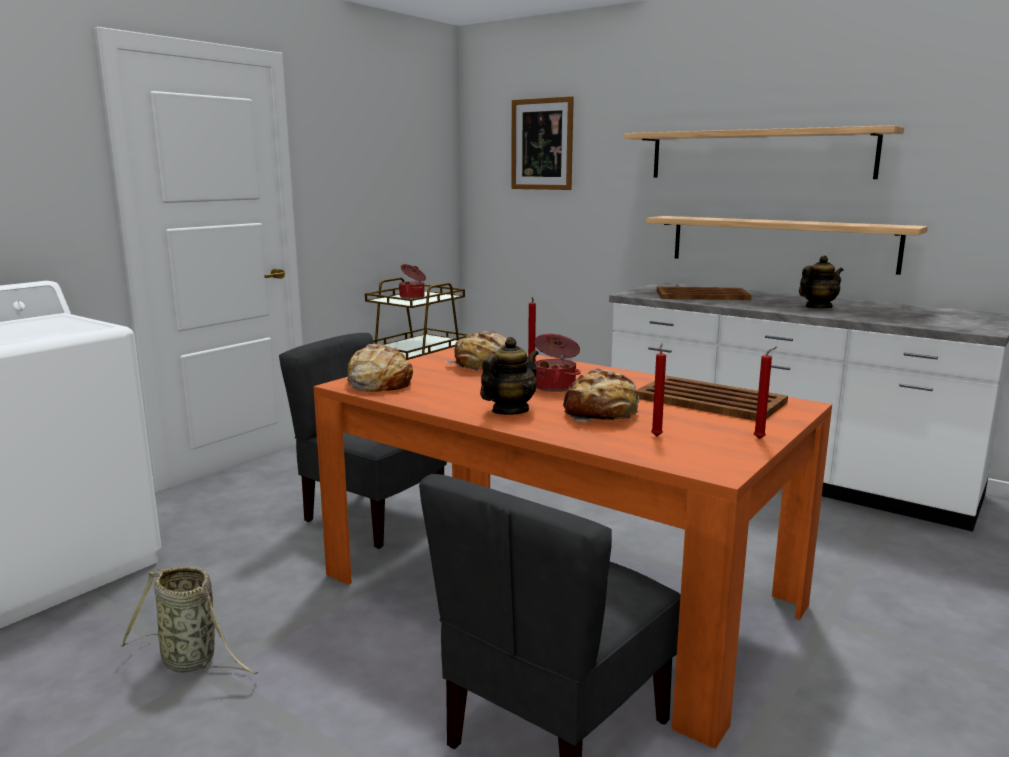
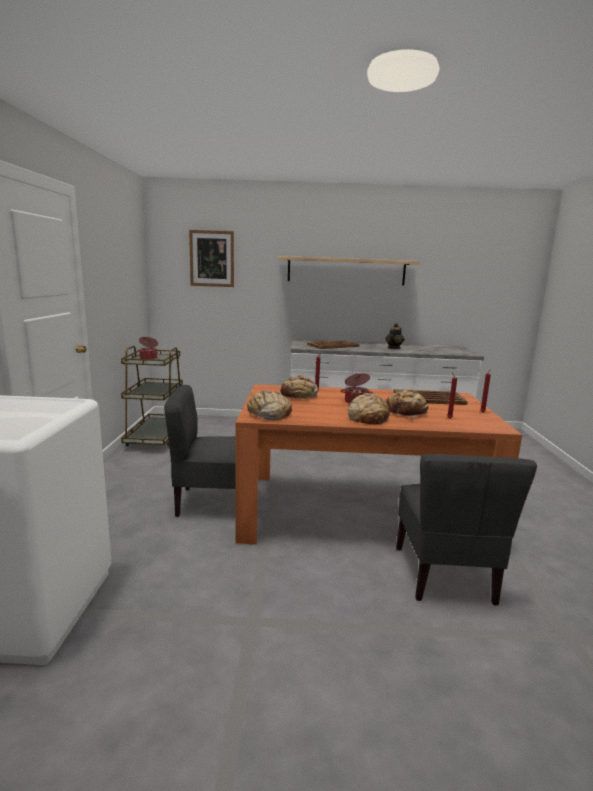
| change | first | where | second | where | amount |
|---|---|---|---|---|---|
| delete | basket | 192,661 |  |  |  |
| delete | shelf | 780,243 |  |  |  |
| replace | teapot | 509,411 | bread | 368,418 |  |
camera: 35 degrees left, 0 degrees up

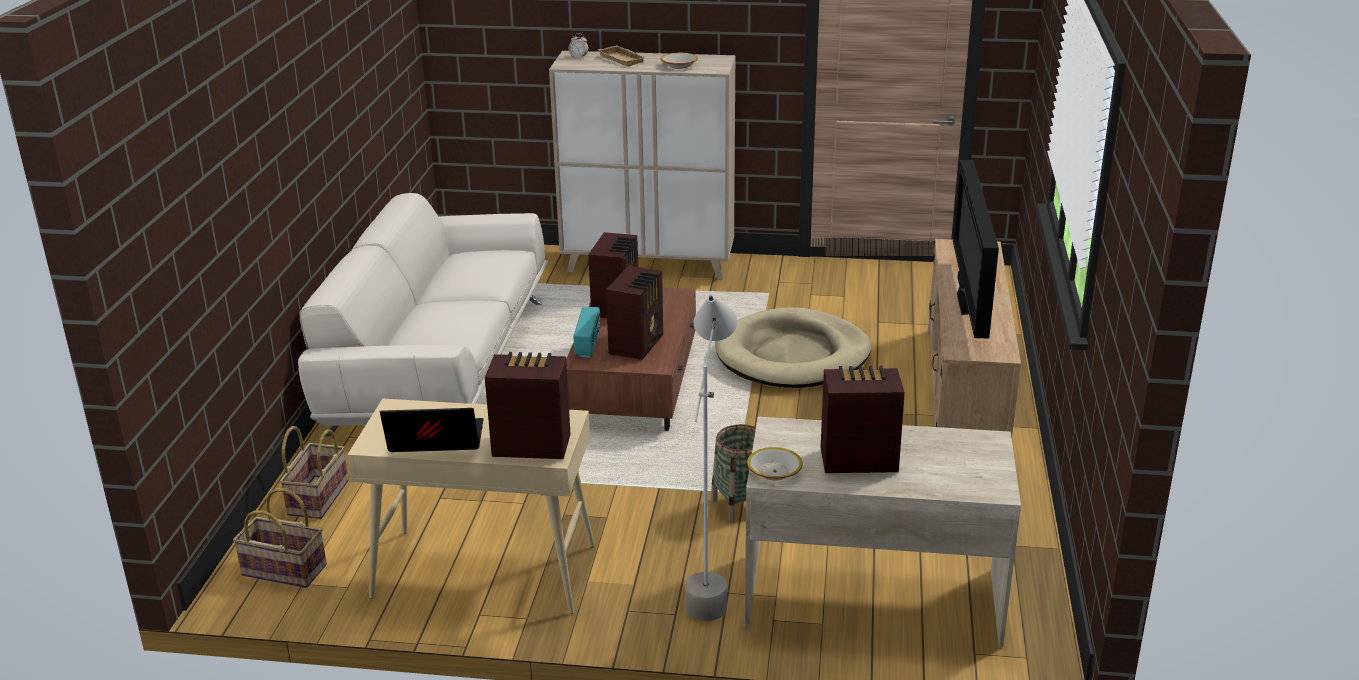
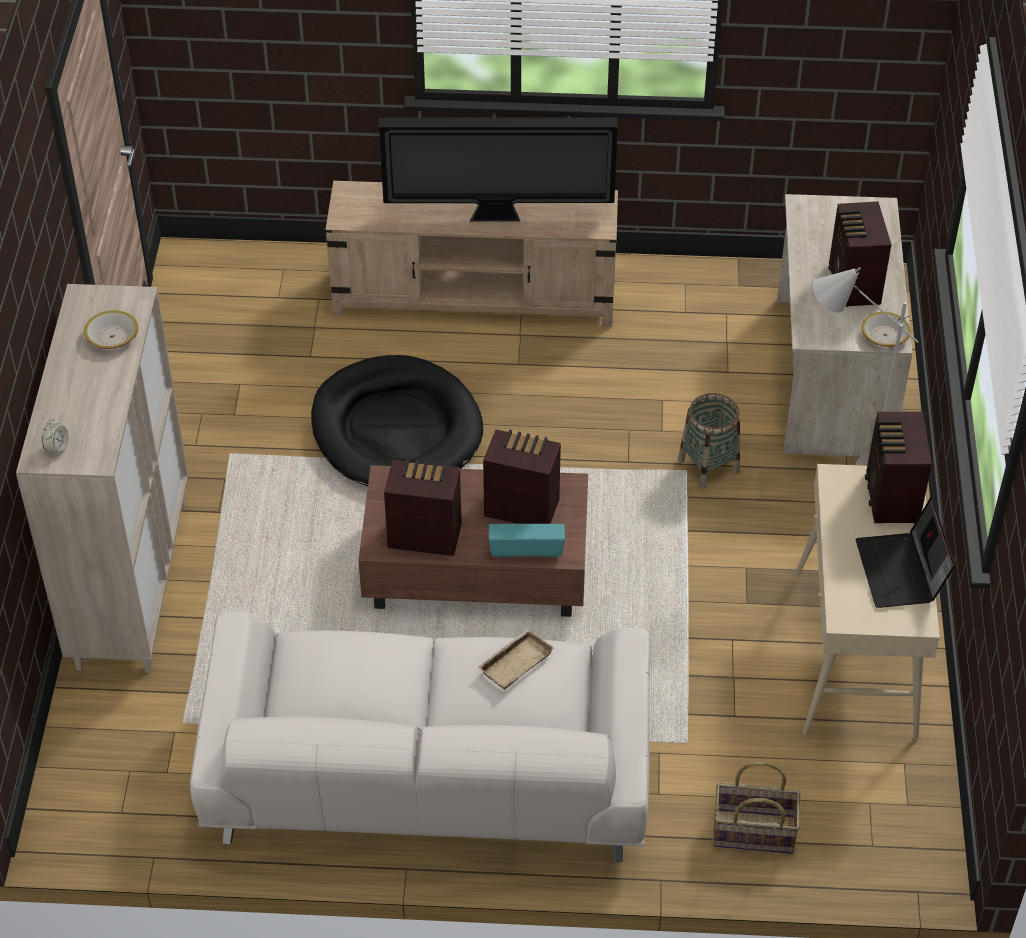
| change | first | where | second | where | amount |
|---|---|---|---|---|---|
| delete | basket | 283,571 |  |  |  |
| move | tray (beige) | 623,59 |  | 515,661 |  |
| recolor | dog bed (beige) | 793,355 | dog bed (black) | 396,429 |  |
camera: 95 degrees left, 20 degrees up

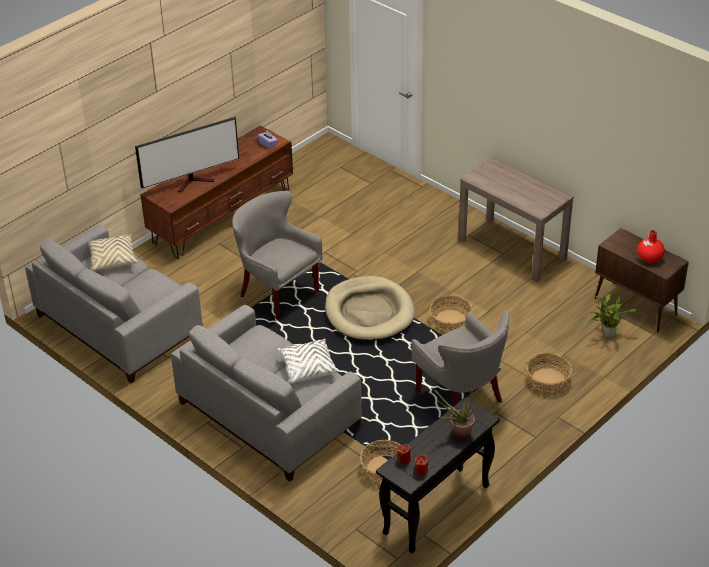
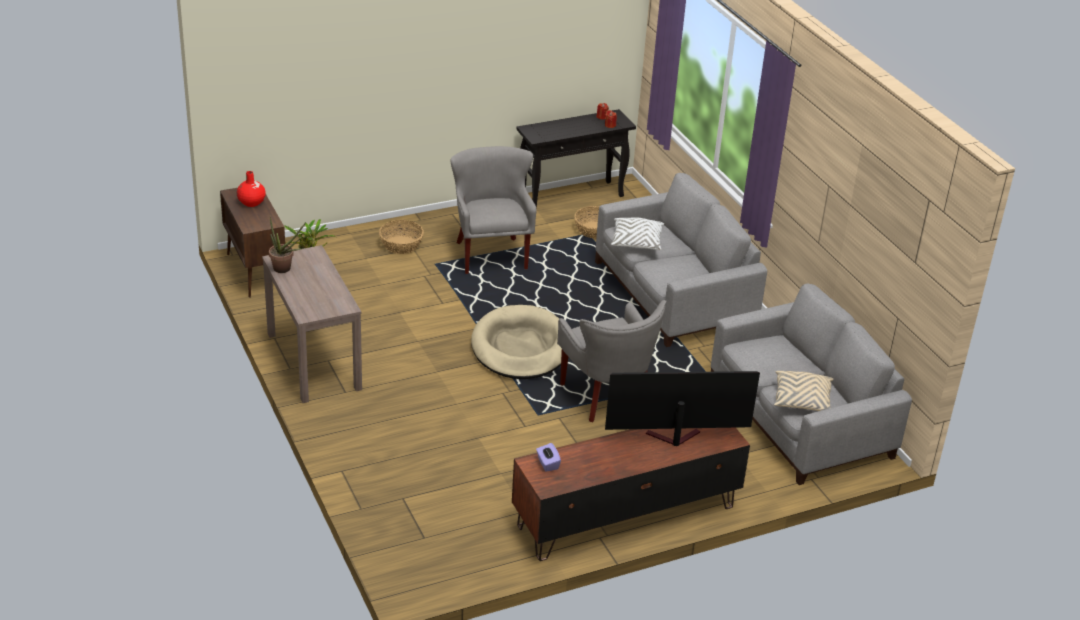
| change | first | where | second | where | amount |
|---|---|---|---|---|---|
| delete | basket | 450,320 |  |  |  |
| move | potted plant | 457,433 |  | 285,269 |  |
camera: 160 degrees left, 5 degrees down

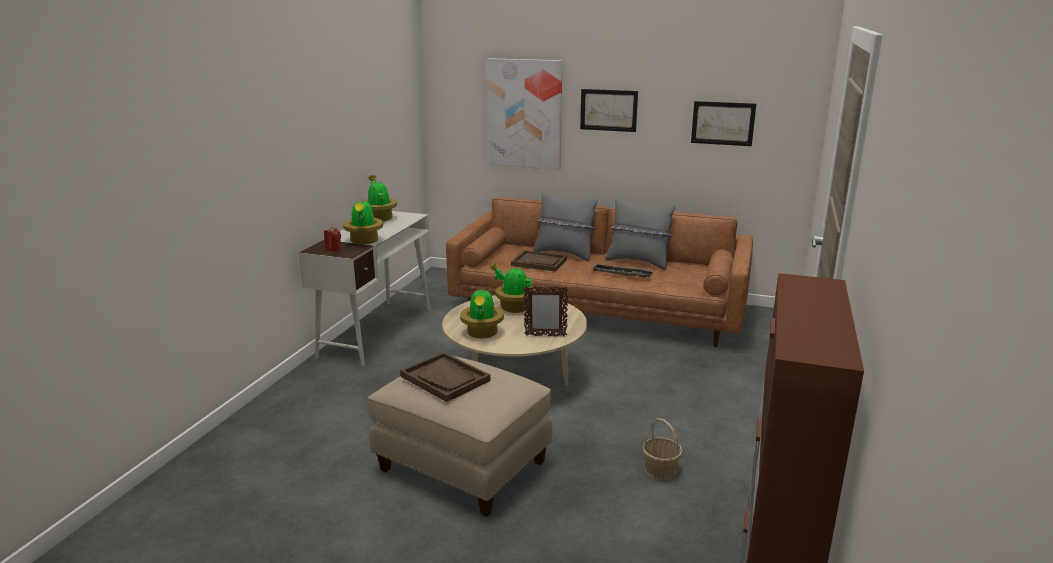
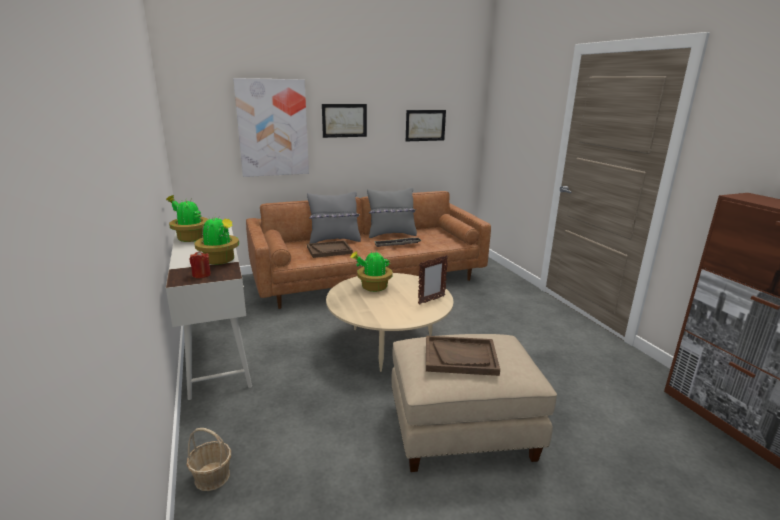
| change | first | where | second | where | amount |
|---|---|---|---|---|---|
| delete | potted plant | 482,334 |  |  |  |
| move | basket | 660,470 |  | 212,477 |  |
camera: 40 degrees left, 0 degrees up

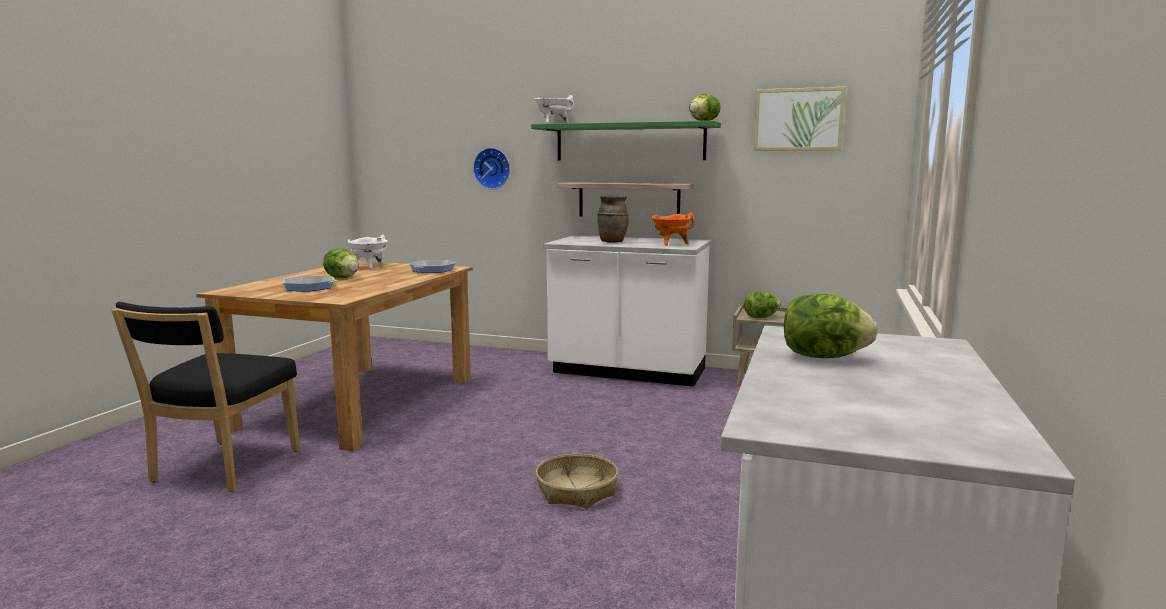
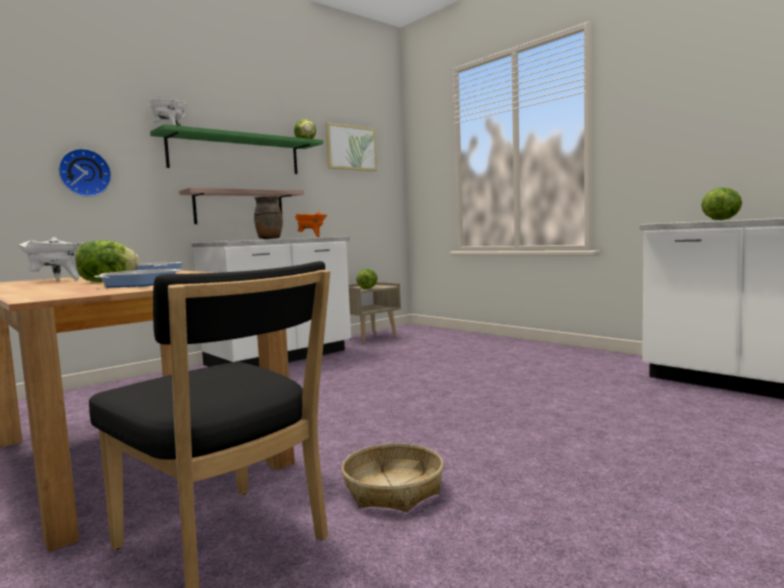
| change | first | where | second | where | amount |
|---|---|---|---|---|---|
| move | basket | 577,491 |  | 393,489 |  |
camera: 60 degrees left, 5 degrees down

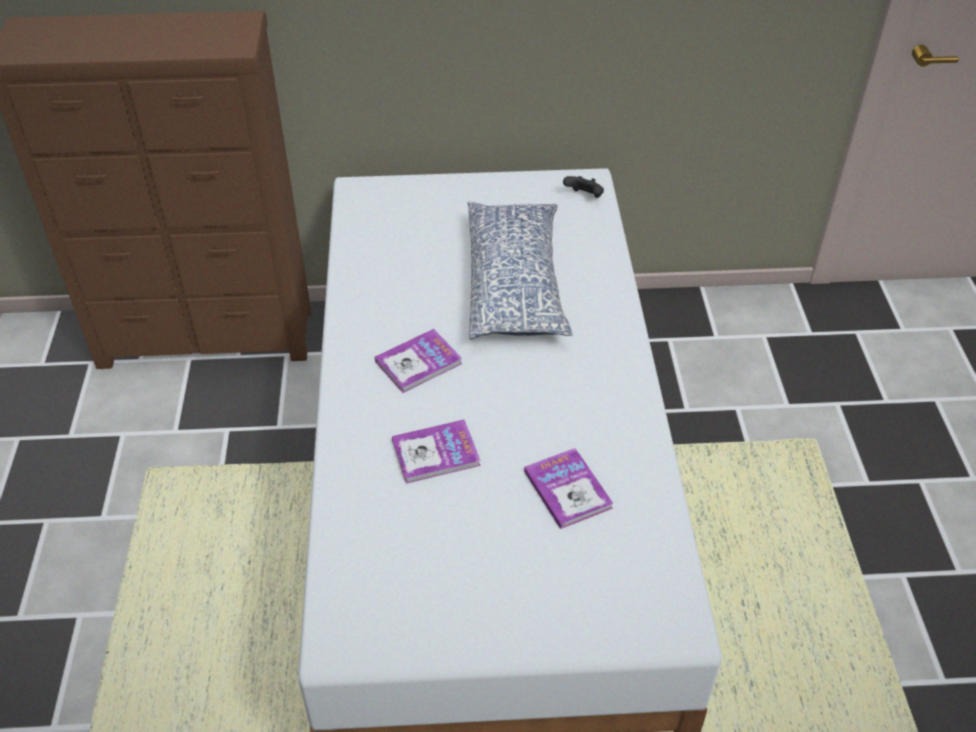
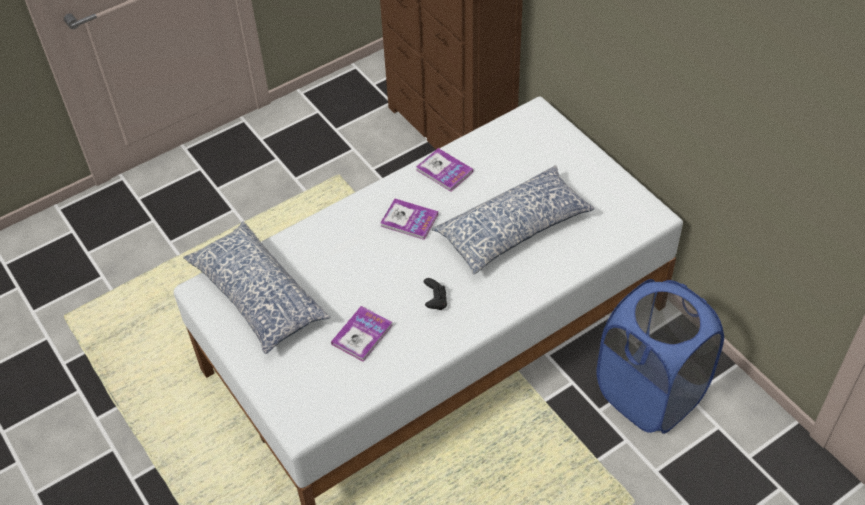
| change | first | where | second | where | amount |
|---|---|---|---|---|---|
| insert |  |  | pillow | 257,297 |  |
| insert |  |  | laundry basket (blue) | 650,394 |  |
| move | book | 436,453 |  | 444,171 |  |
| move | game controller (black) | 584,197 |  | 435,302 |  |
camera: 60 degrees right, 5 degrees up

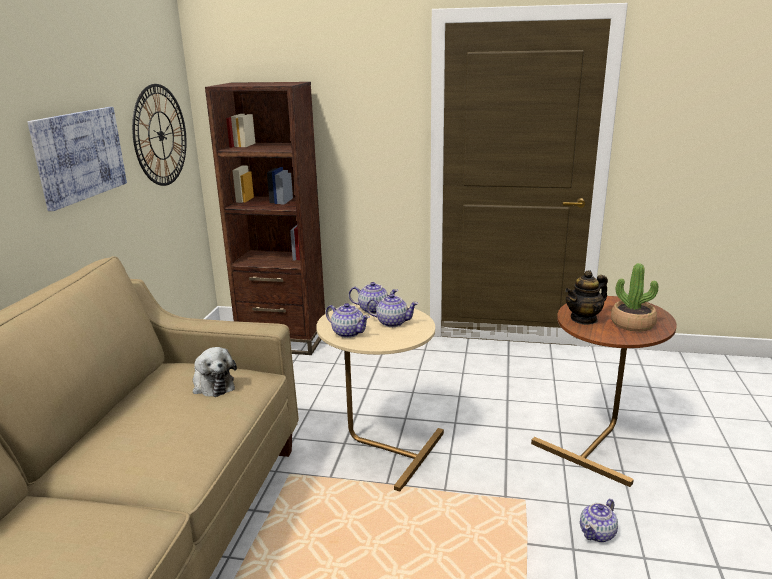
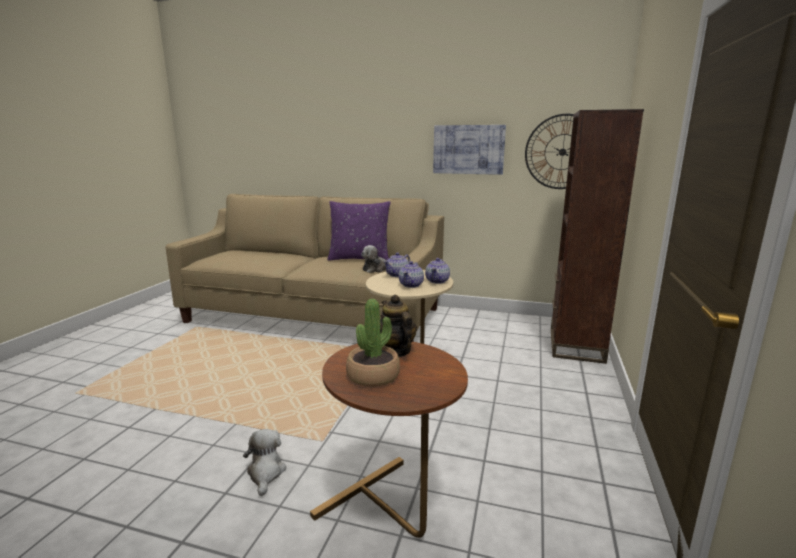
| change | first | where | second | where | amount |
|---|---|---|---|---|---|
| insert |  |  | pillow (purple) | 359,258 |  |
| replace | teapot | 598,533 | plush toy | 266,473 |  |
camera: 95 degrees right, 5 degrees down

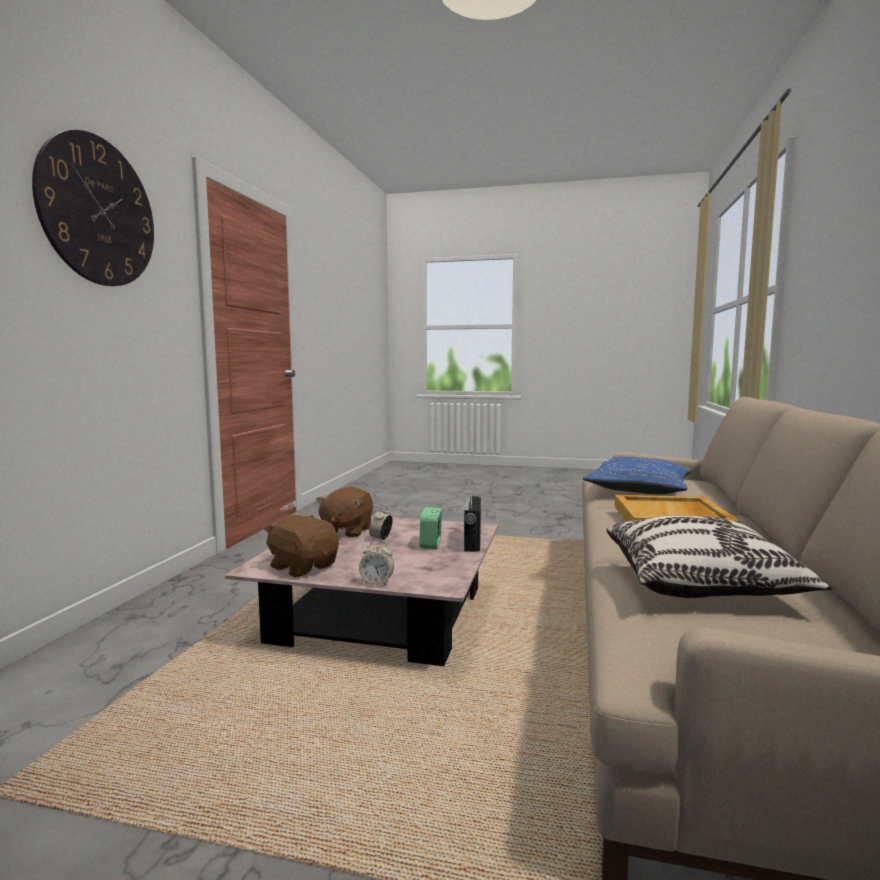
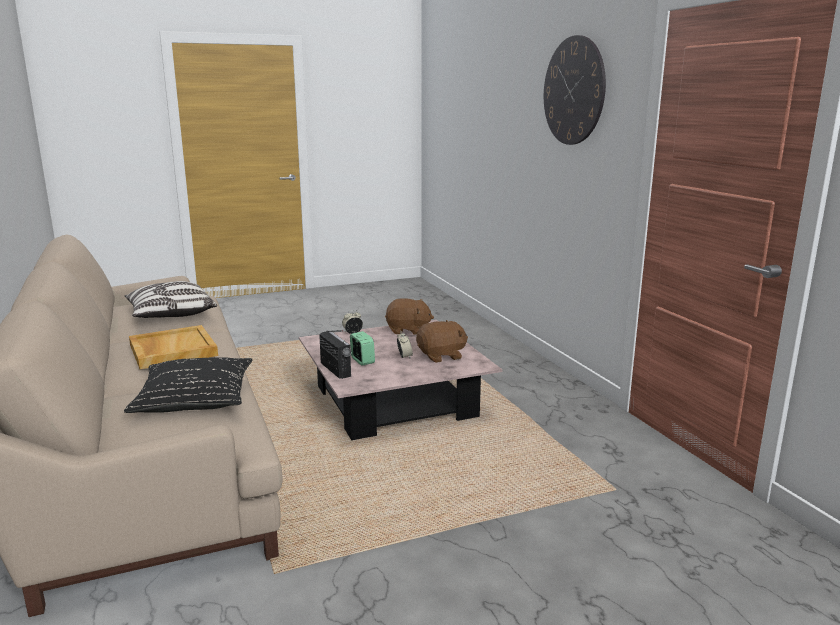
| change | first | where | second | where | amount |
|---|---|---|---|---|---|
| recolor | pillow (blue) | 639,488 | pillow (black) | 194,398 |  |
| rotate | plush toy (brown) | 346,531 |  | 441,356 | 90 degrees clockwise |
camera: 145 degrees right, 10 degrees up

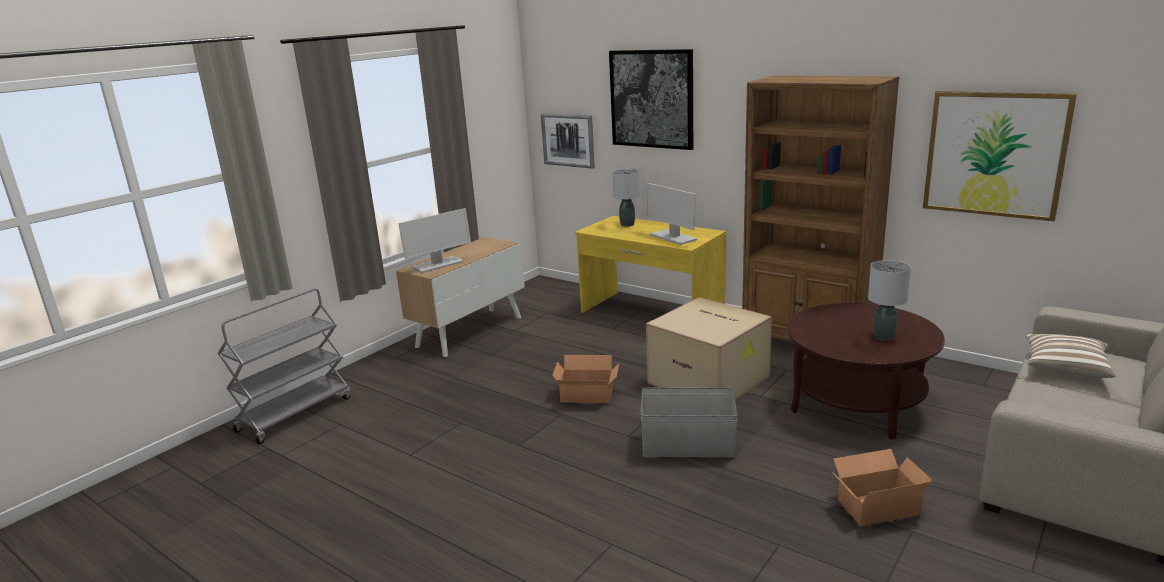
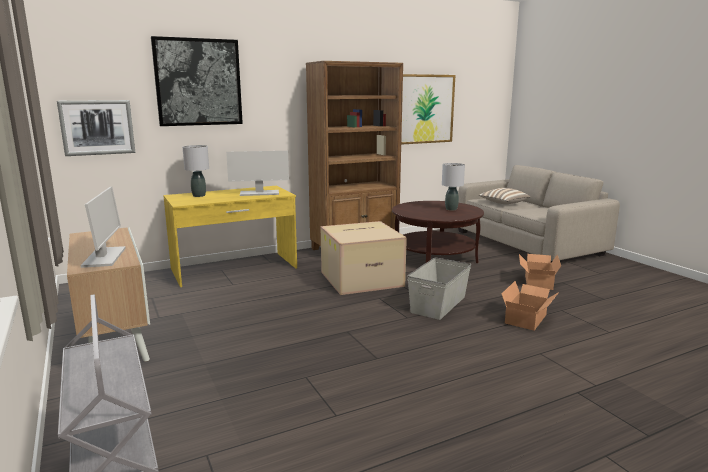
| change | first | where | second | where | amount |
|---|---|---|---|---|---|
| move | cardboard box | 587,395 |  | 528,319 |  |
camera: 65 degrees left, 5 degrees down

